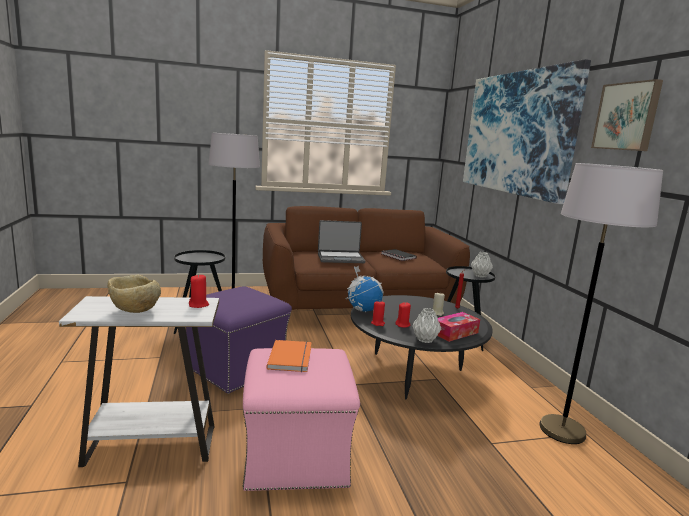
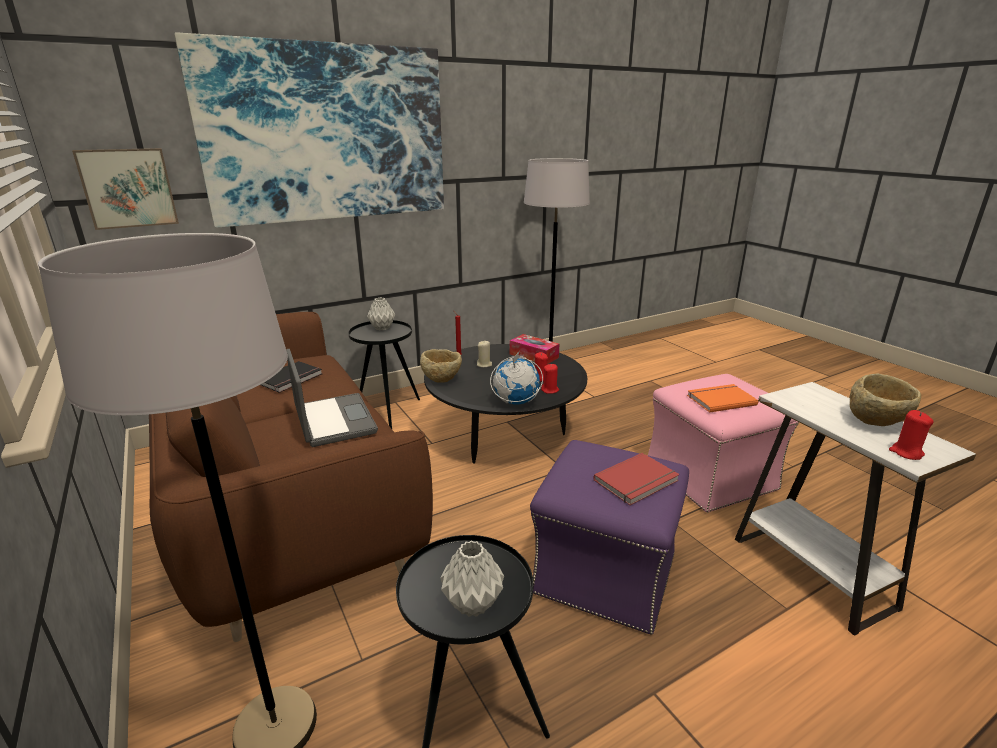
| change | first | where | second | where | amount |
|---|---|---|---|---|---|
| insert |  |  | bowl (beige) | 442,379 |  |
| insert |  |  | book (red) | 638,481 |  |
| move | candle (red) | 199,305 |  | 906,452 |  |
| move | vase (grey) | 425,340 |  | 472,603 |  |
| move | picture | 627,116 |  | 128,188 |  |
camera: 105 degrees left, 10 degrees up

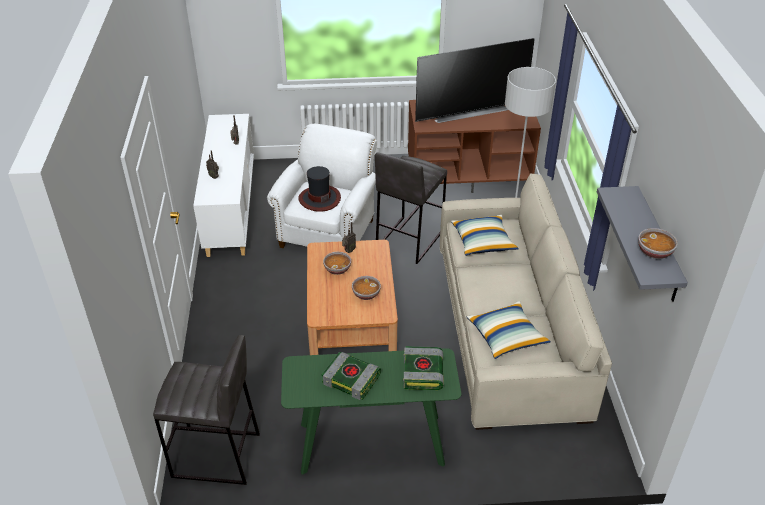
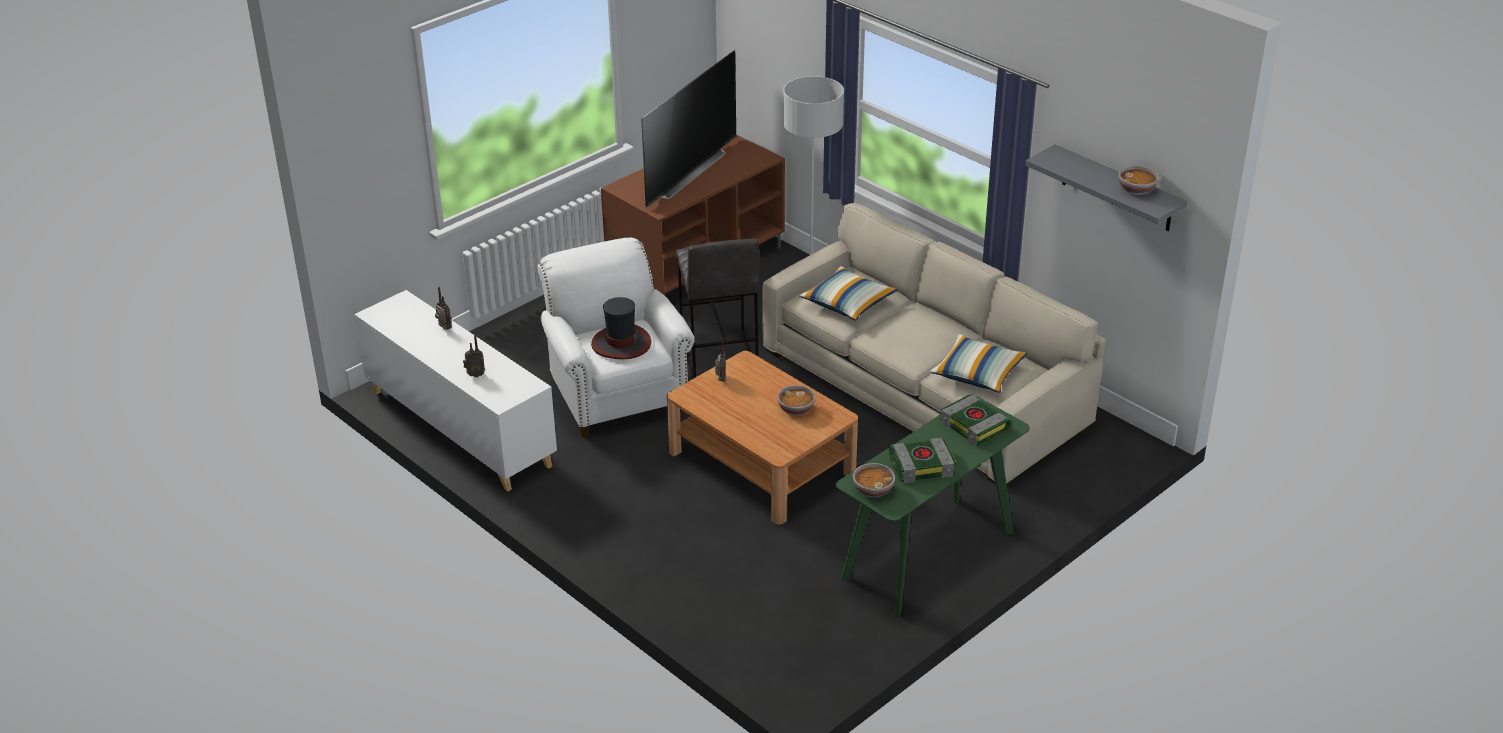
| change | first | where | second | where | amount |
|---|---|---|---|---|---|
| delete | stool (grey) | 217,456 |  |  |  |
| move | bowl | 337,269 |  | 872,490 |  |
camera: 40 degrees left, 5 degrees down

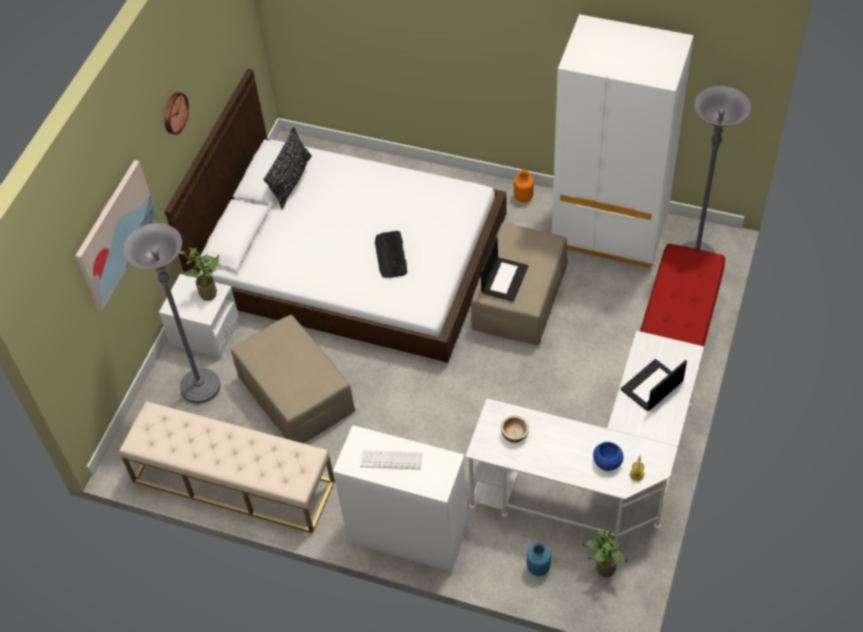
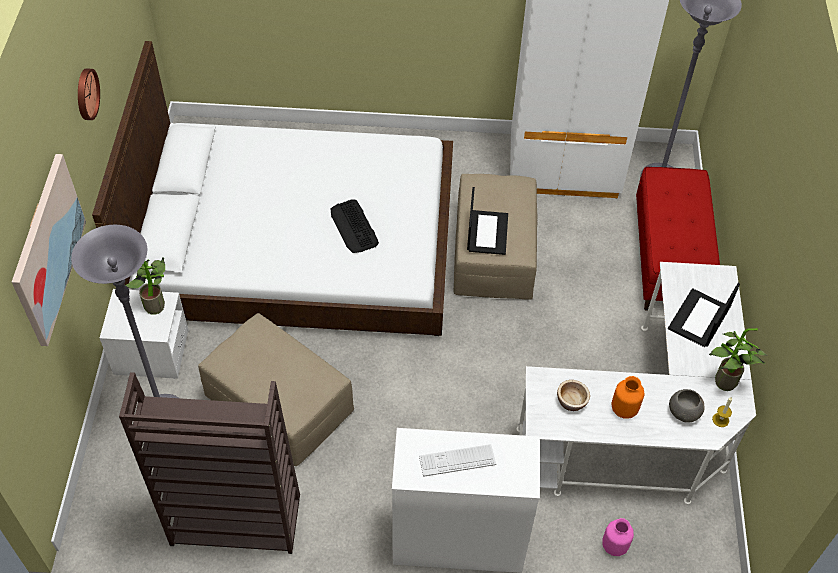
| change | first | where | second | where | amount |
|---|---|---|---|---|---|
| delete | pillow (black) | 291,181 |  |  |  |
| move | vase (orange) | 523,197 |  | 624,409 |  |
| move | potted plant | 602,570 |  | 723,384 |  |
| replace | bench (beige) | 233,481 | bookcase (brown) | 234,521 |  |
| recolor | vase (blue) | 538,568 | vase (pink) | 614,546 |  |
| recolor | bowl (blue) | 607,461 | bowl (grey) | 683,412 |  |
camera: 20 degrees left, 0 degrees up

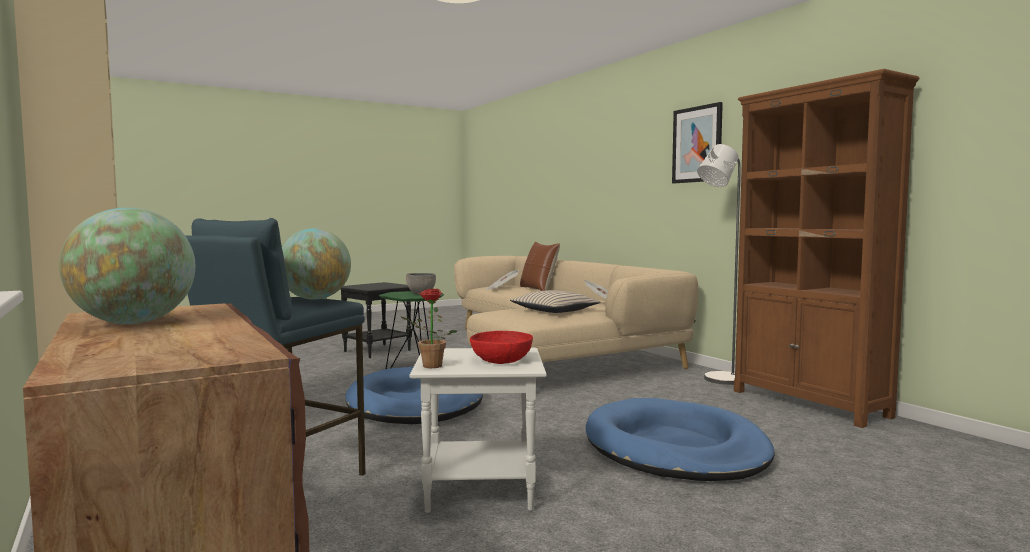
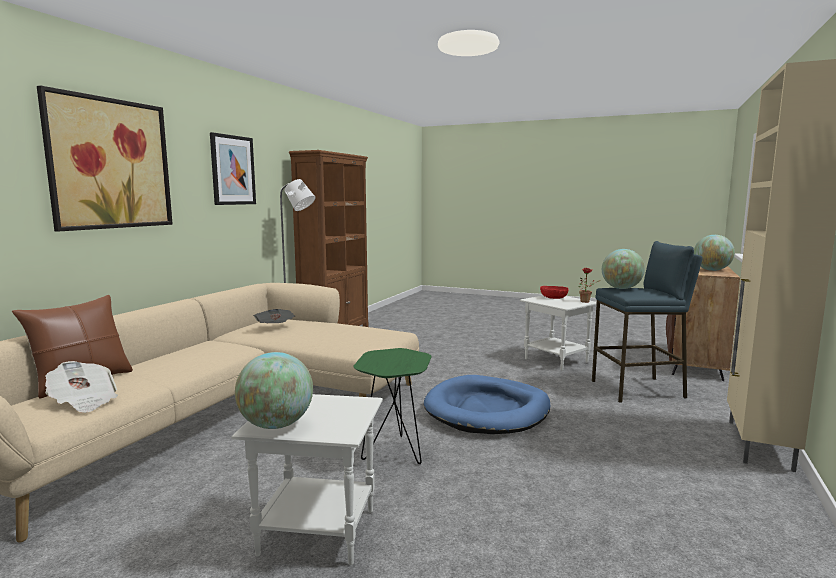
| change | first | where | second | where | amount |
|---|---|---|---|---|---|
| delete | bowl (grey) | 421,293 |  |  |  |
| delete | pillow (beige) | 554,310 |  |  |  |
| delete | dog bed (blue) | 675,448 |  |  |  |
| insert |  |  | picture | 110,164 |  |
| insert |  |  | globe | 276,425 |  |
| recolor | side table (black) | 378,351 | side table (white) | 316,532 |  |
camera: 125 degrees left, 5 degrees up

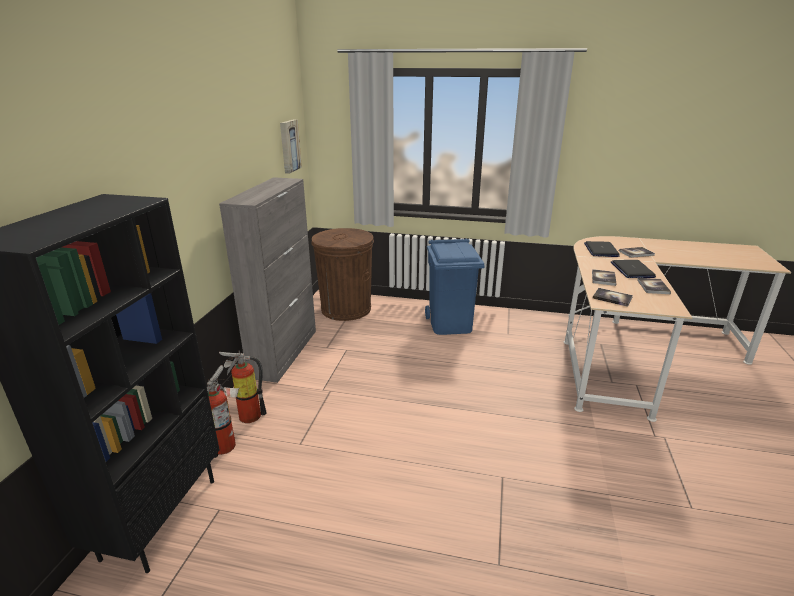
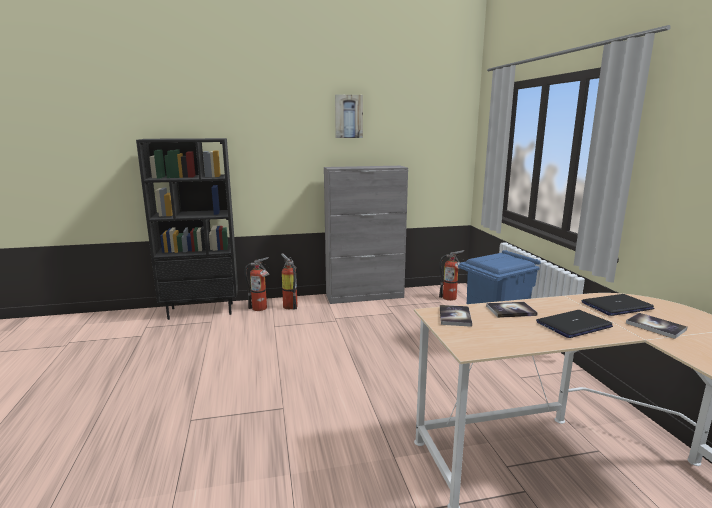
| change | first | where | second | where | amount |
|---|---|---|---|---|---|
| delete | book | 653,287 |  |  |  |
| move | picture | 289,146 |  | 348,116 |  |
| replace | trash can (brown) | 346,309 | fire extinguisher | 451,298 |  |
camera: 65 degrees right, 10 degrees down

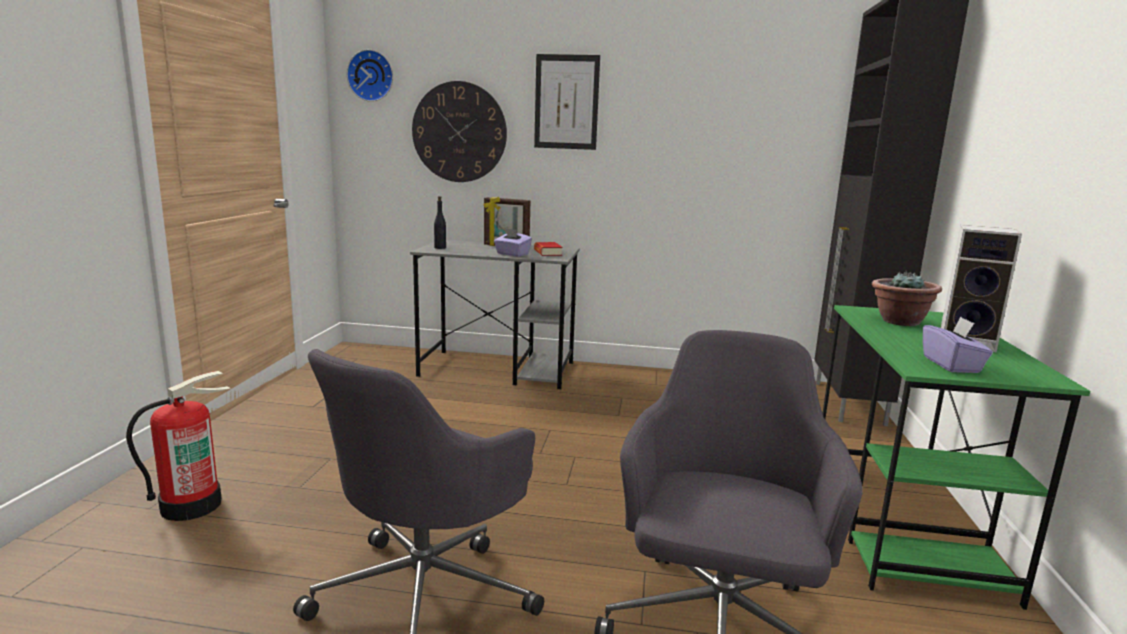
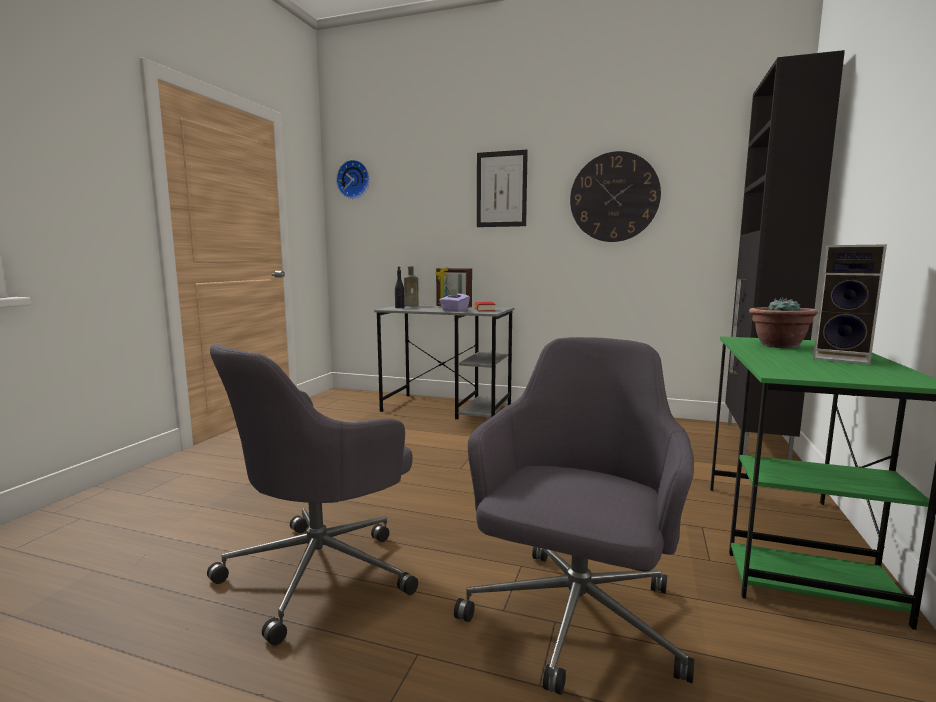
| change | first | where | second | where | amount |
|---|---|---|---|---|---|
| delete | fire extinguisher | 191,505 |  |  |  |
| delete | tissue box (purple) | 951,365 |  |  |  |
| insert |  |  | bottle (brown) | 412,306 |  |
| move | wall clock | 459,132 |  | 614,197 |  |
camera: 10 degrees right, 5 degrees down

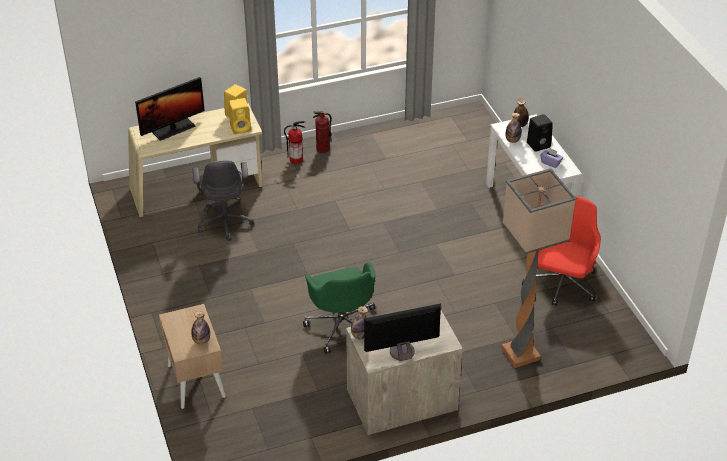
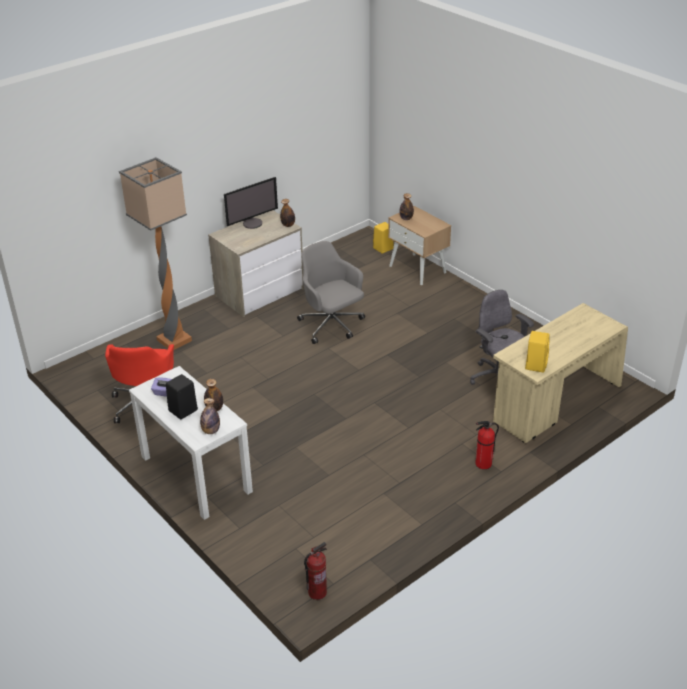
| change | first | where | second | where | amount |
|---|---|---|---|---|---|
| delete | monitor | 173,129 |  |  |  |
| move | speaker (yellow) | 241,128 |  | 382,249 |  |
| move | fire extinguisher | 322,149 |  | 317,592 |  |
| recolor | office chair (green) | 342,325 | office chair (grey) | 332,325 |  |
camera: 160 degrees right, 5 degrees down

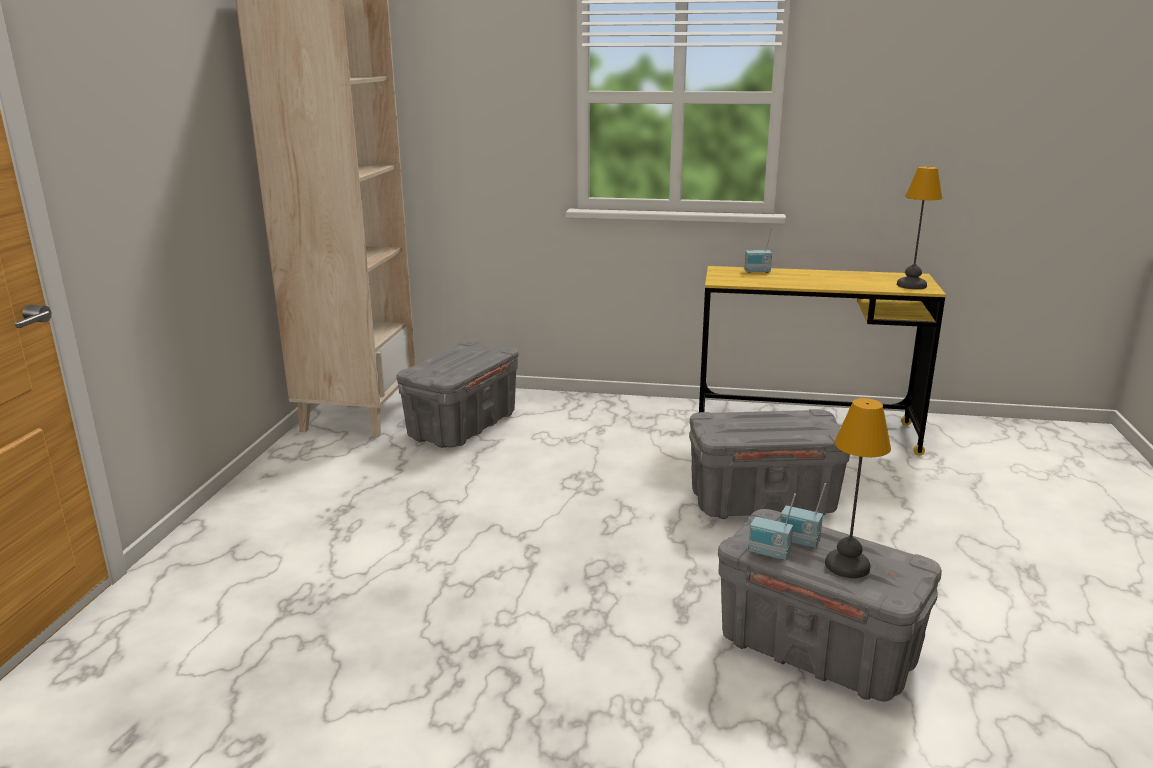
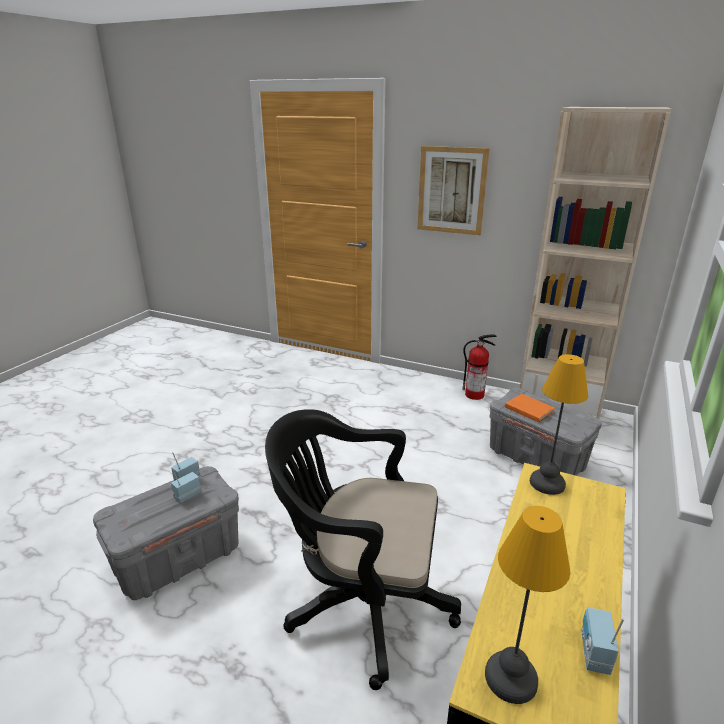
| change | first | where | second | where | amount |
|---|---|---|---|---|---|
| insert |  |  | picture | 451,190 |  |
| insert |  |  | fire extinguisher | 475,395 |  |
| insert |  |  | book (orange) | 528,409 |  |
| move | radio | 757,272 |  | 592,653 |  |
| move | table lamp | 847,565 |  | 548,483 |  |
| replace | storage box (grey) | 762,503 | office chair (black) | 361,603 |  |
camera: 105 degrees right, 5 degrees up

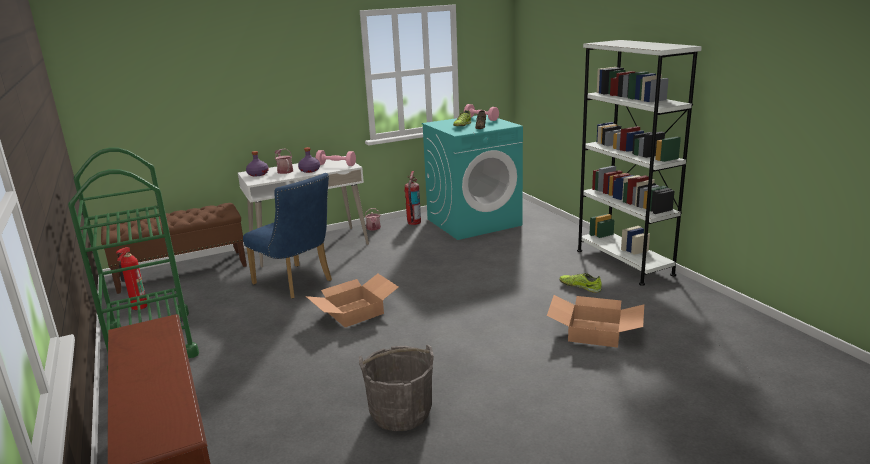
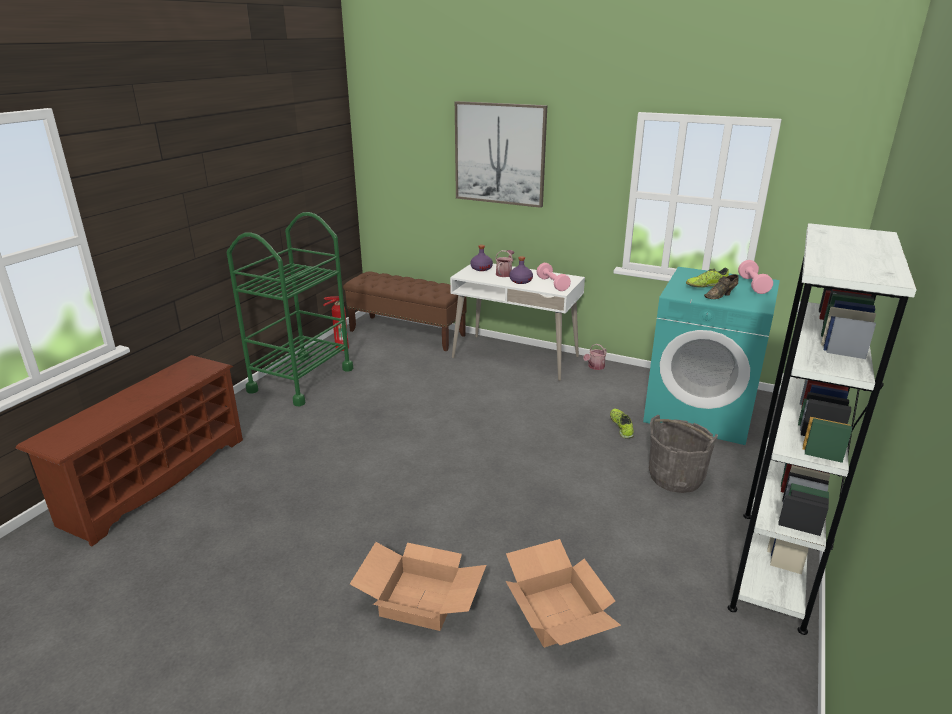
| change | first | where | second | where | amount |
|---|---|---|---|---|---|
| delete | chair (blue) | 296,284 |  |  |  |
| delete | fire extinguisher | 413,222 |  |  |  |
| insert |  |  | picture | 500,154 |  |
| move | cardboard box | 355,312 |  | 422,599 |  |
| move | bucket (grey) | 400,412 |  | 676,477 |  |
| move | shoe | 580,287 |  | 621,426 |  |
camera: 50 degrees right, 5 degrees up

